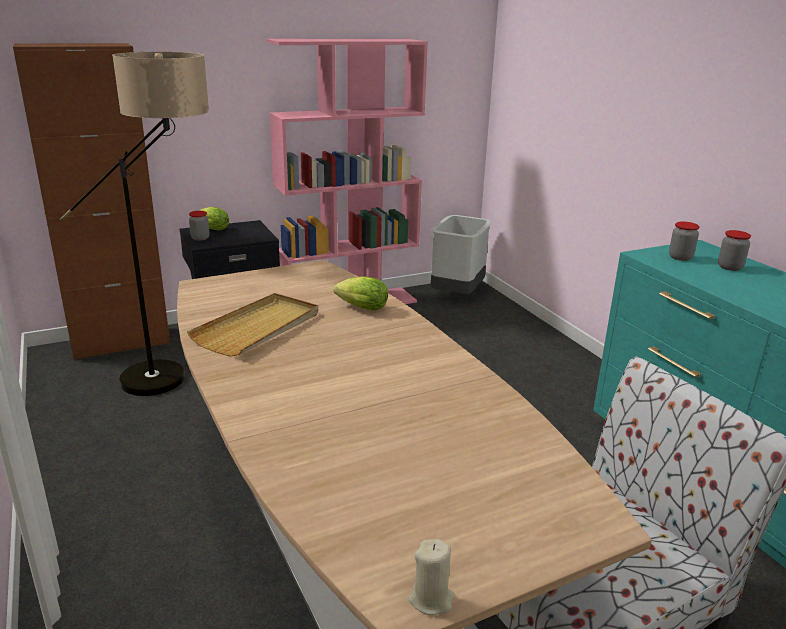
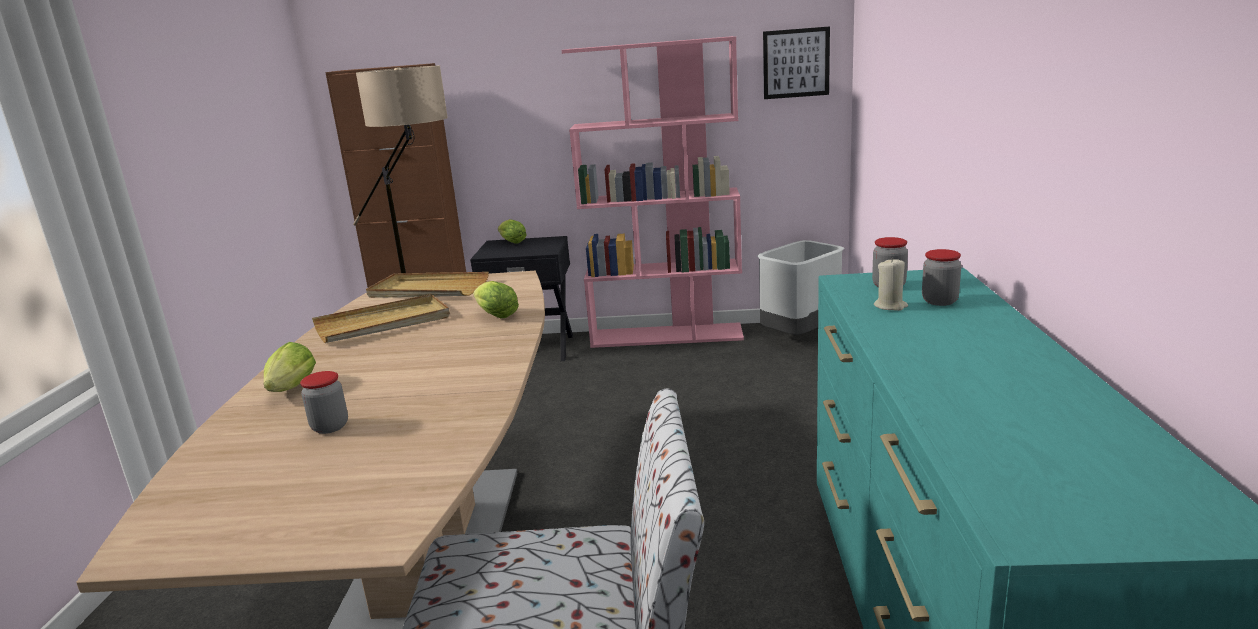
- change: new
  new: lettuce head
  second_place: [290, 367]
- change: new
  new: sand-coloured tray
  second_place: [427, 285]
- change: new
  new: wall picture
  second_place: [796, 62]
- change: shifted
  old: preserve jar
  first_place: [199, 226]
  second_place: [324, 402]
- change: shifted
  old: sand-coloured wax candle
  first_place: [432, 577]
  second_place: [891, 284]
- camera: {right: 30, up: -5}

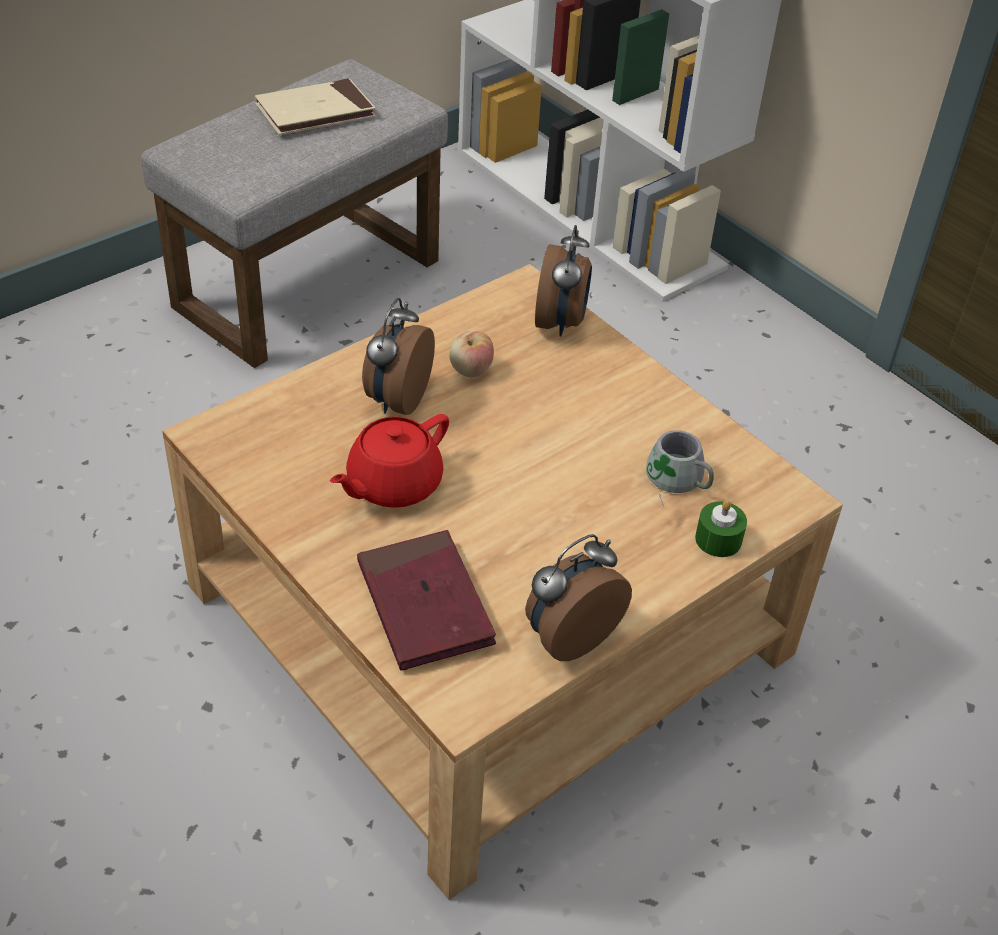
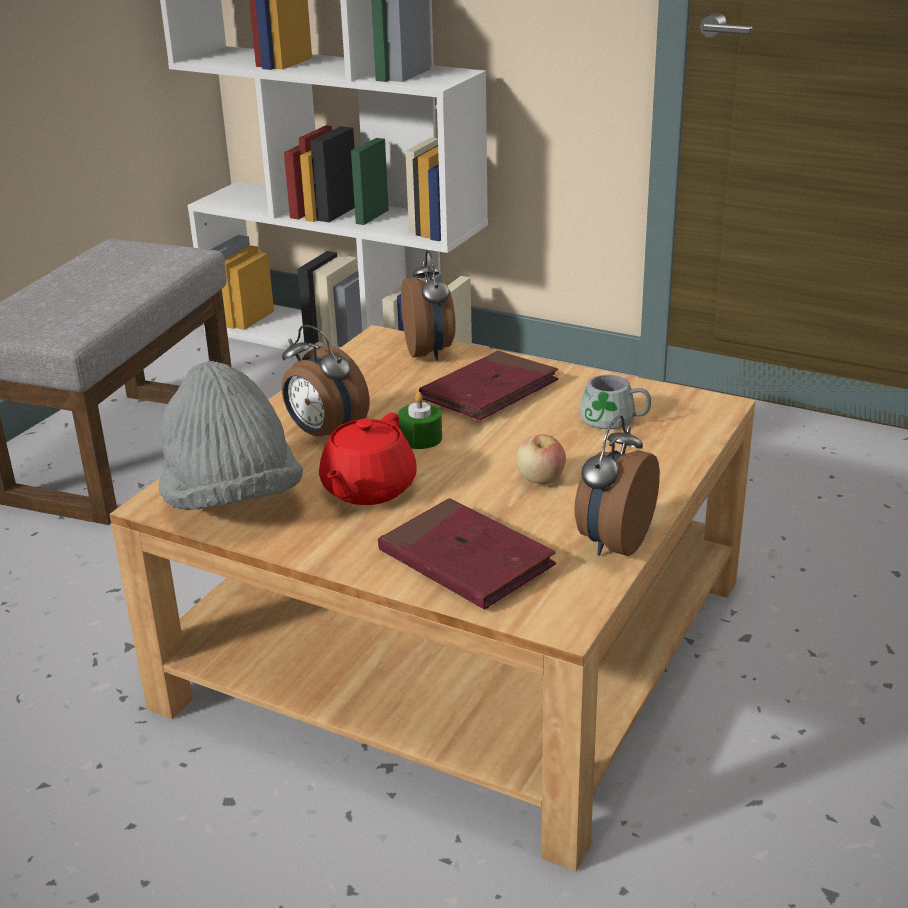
- change: gone
  old: sand-coloured volume
  first_place: [315, 106]
- change: new
  new: greyish wearable hat
  second_place: [230, 435]
- change: new
  new: red-coloured volume
  second_place: [488, 385]
- change: shifted
  old: apple
  first_place: [471, 354]
  second_place: [541, 459]
- change: shifted
  old: greenish wax candle
  first_place: [721, 528]
  second_place: [420, 420]
- change: rotated
  old: bedside clock
  first_place: [398, 356]
  second_place: [326, 380]
  degrees: -45
- camera: {right: -20, up: -15}

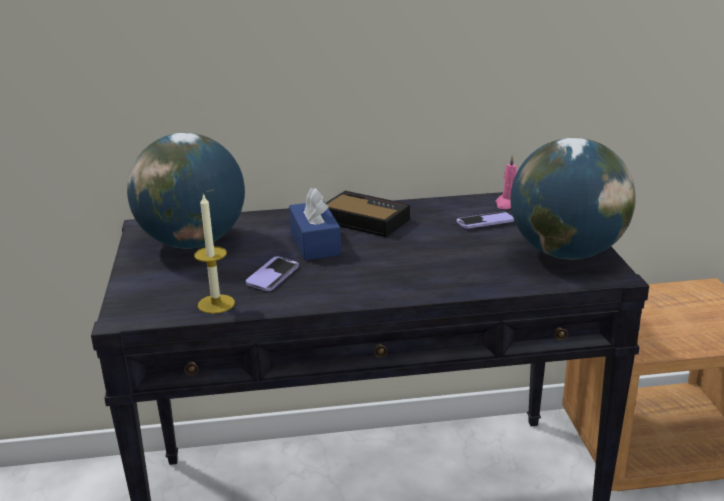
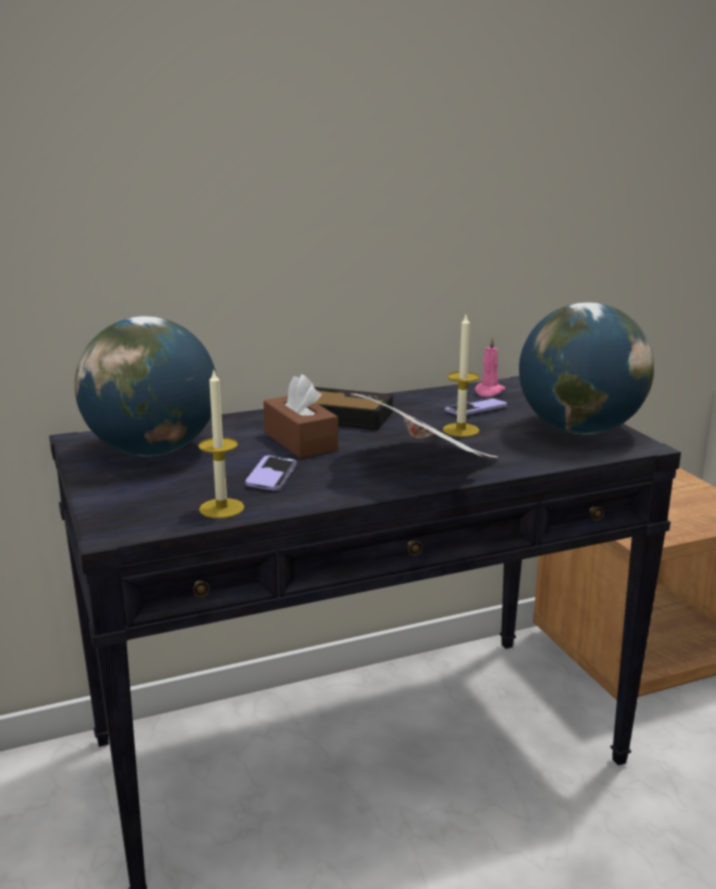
- change: new
  new: newspaper
  second_place: [424, 425]
- change: new
  new: wax candle
  second_place: [461, 376]
- change: repainted
  old: blue-coloured tissue box
  new: brown-coloured tissue box
  first_place: [315, 224]
  second_place: [300, 416]
- camera: {right: -15, up: -5}

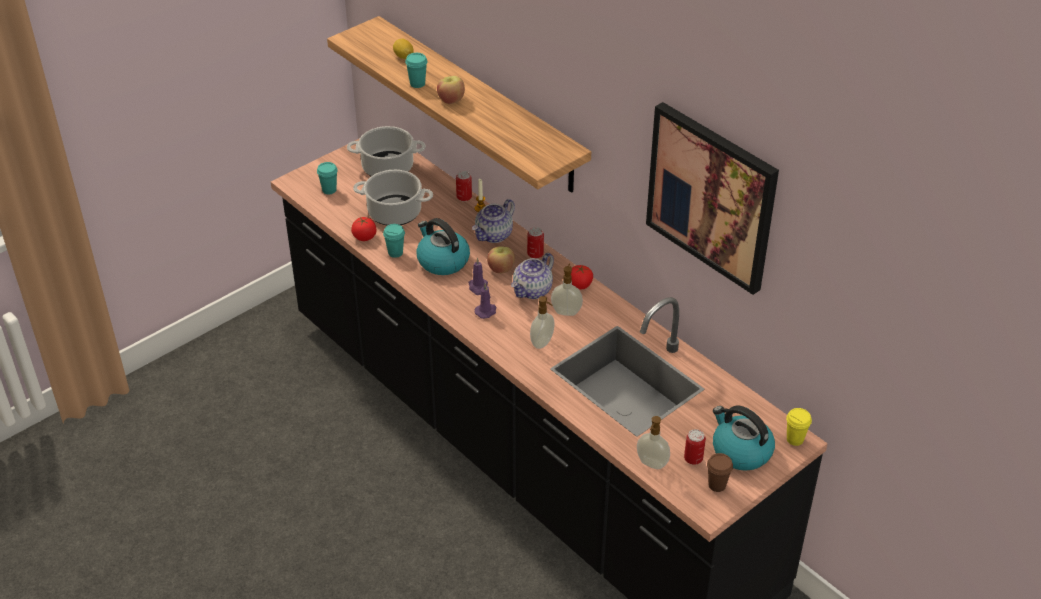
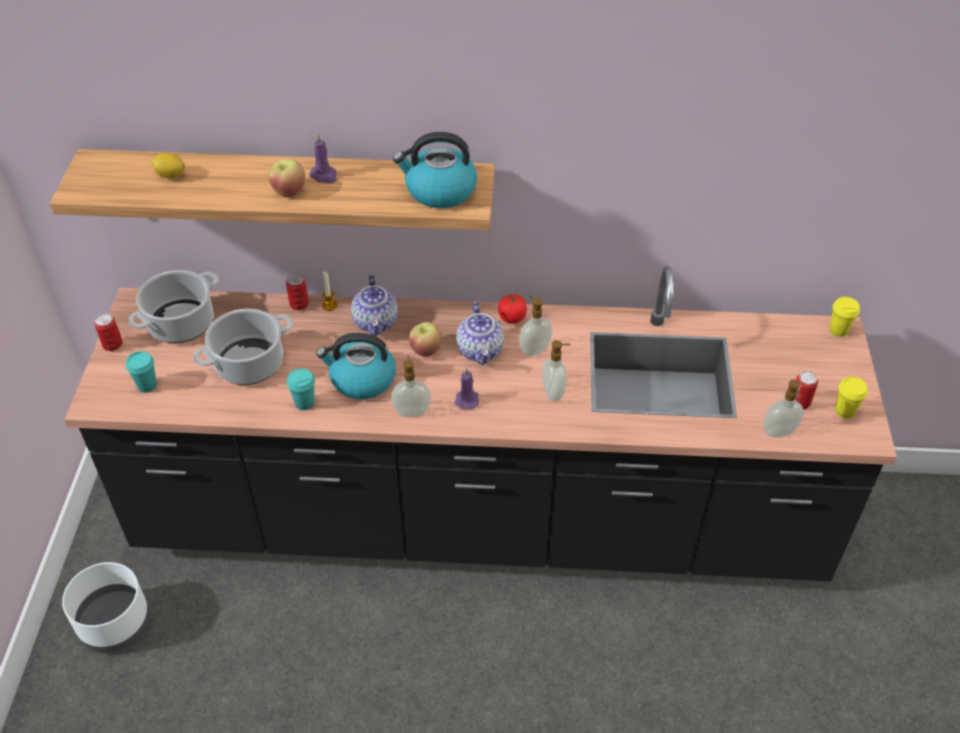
- change: gone
  old: whole tomato
  first_place: [364, 229]
- change: gone
  old: turquoise-coloured cup
  first_place: [416, 70]
- change: gone
  old: wall picture
  first_place: [712, 198]
- change: new
  new: white flower pot
  second_place: [106, 607]
- change: new
  new: soap dispenser
  second_place: [411, 386]
- change: shifted
  old: purplish wax candle
  first_place: [478, 276]
  second_place: [323, 158]
- change: shifted
  old: sealed can
  first_place: [535, 243]
  second_place: [109, 332]
- change: shifted
  old: tea kettle
  first_place: [744, 438]
  second_place: [435, 170]
- change: repainted
  old: brown-coloured cup
  new: yellow-coloured cup
  first_place: [720, 472]
  second_place: [851, 398]
- camera: {right: -45, up: 5}

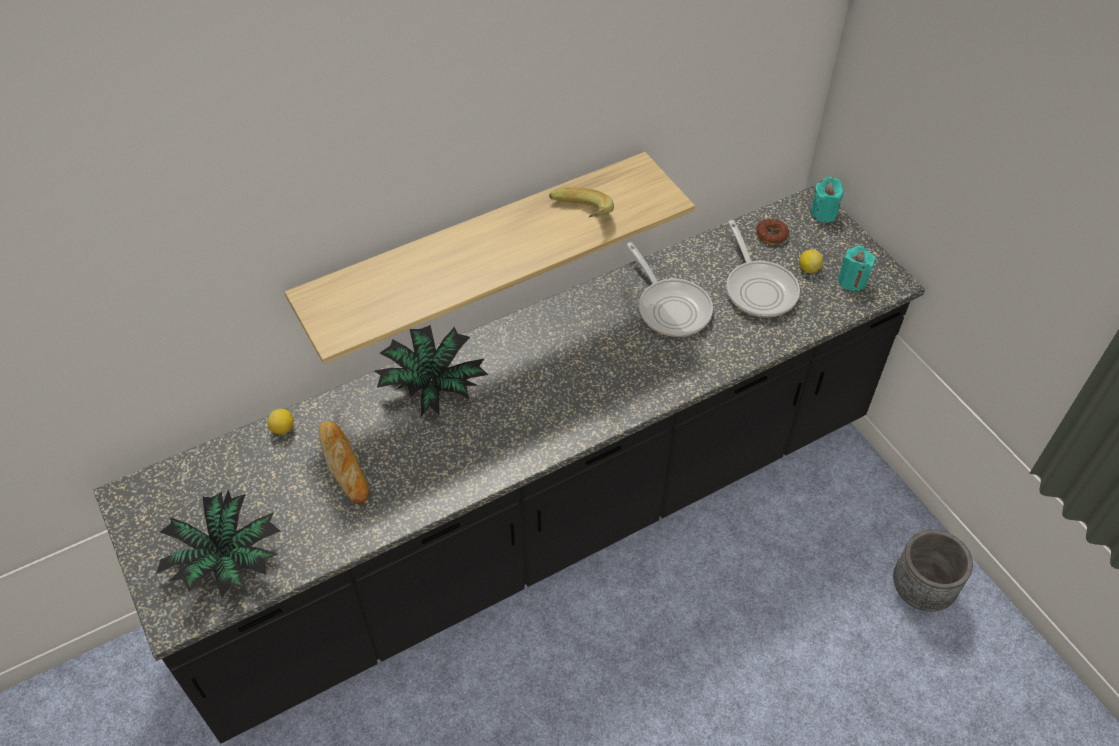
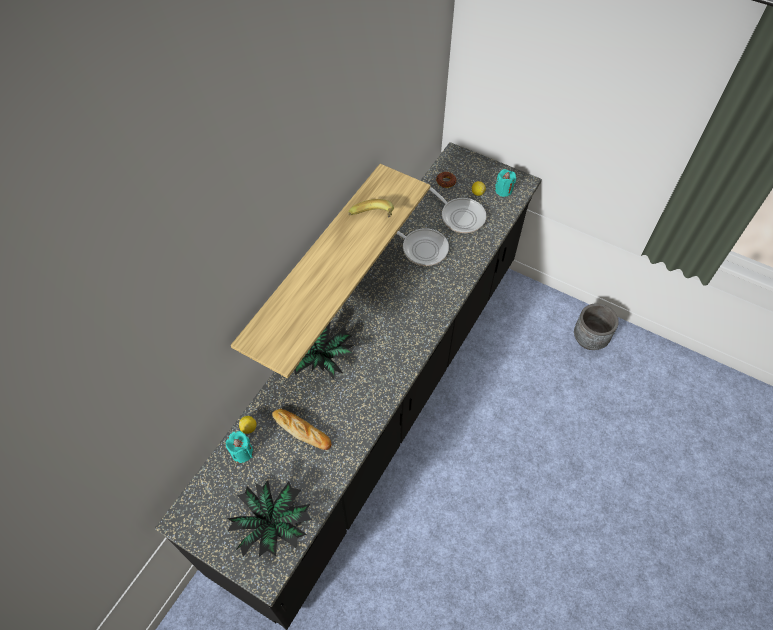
- change: shifted
  old: turquoise-coloured wax candle
  first_place: [827, 200]
  second_place: [239, 447]
- camera: {right: -30, up: 5}

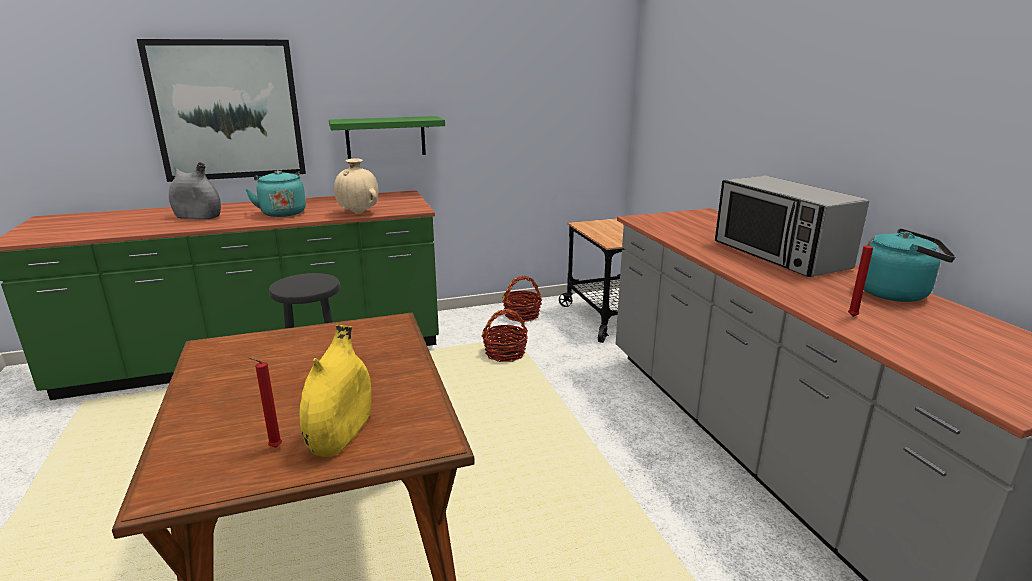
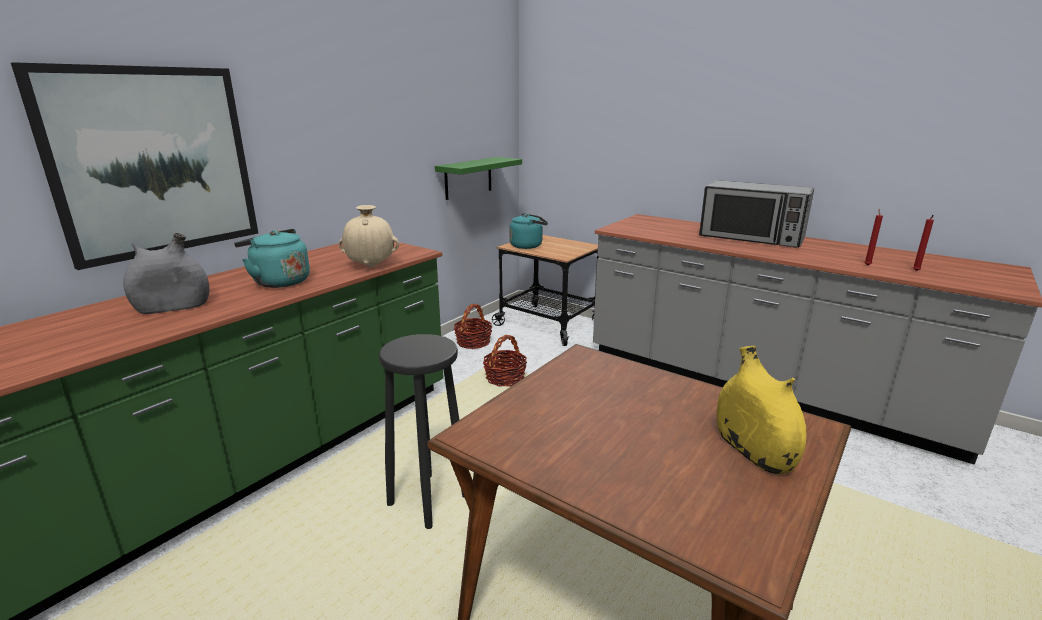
- change: shifted
  old: red-coloured wax candle
  first_place: [264, 402]
  second_place: [923, 243]
- change: shifted
  old: greenish bracket shelf
  first_place: [387, 137]
  second_place: [478, 178]
- change: shifted
  old: turquoise-coloured tea kettle
  first_place: [910, 265]
  second_place: [528, 231]
- camera: {right: -35, up: 0}

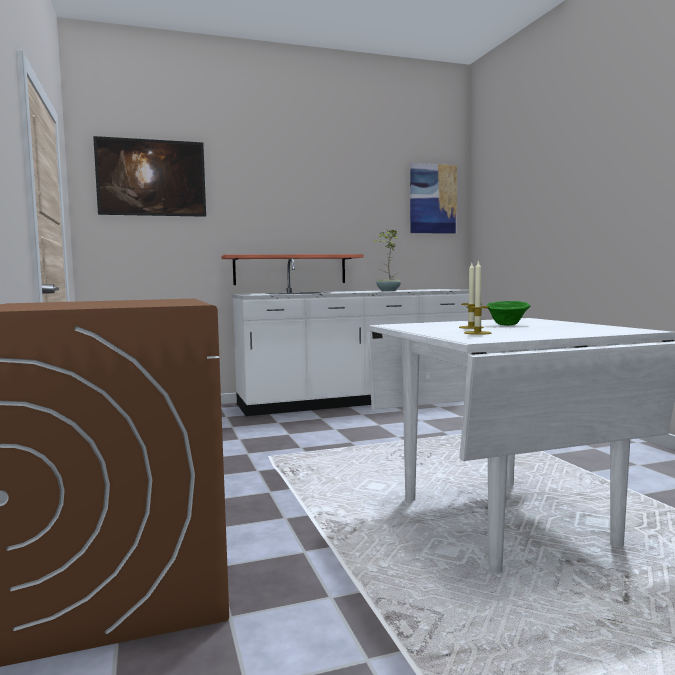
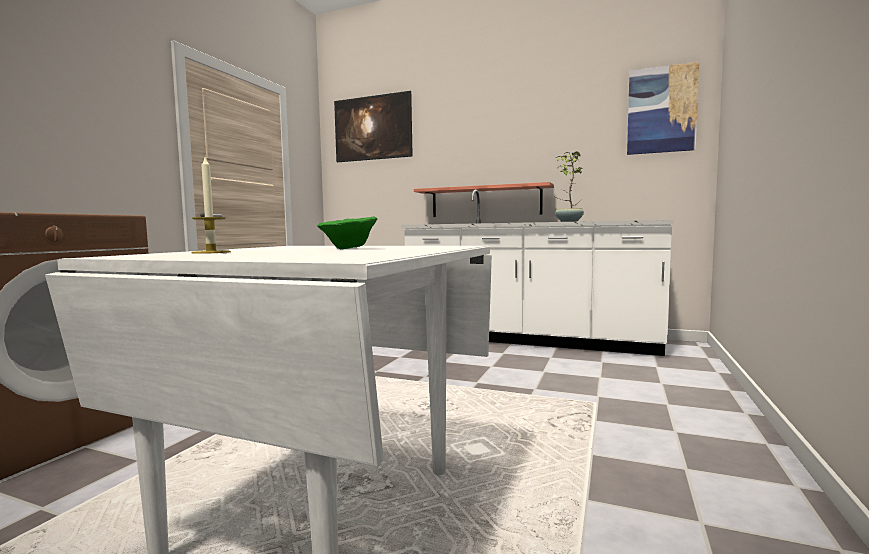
- change: gone
  old: wax candle
  first_place: [471, 296]
- camera: {right: 40, up: 0}

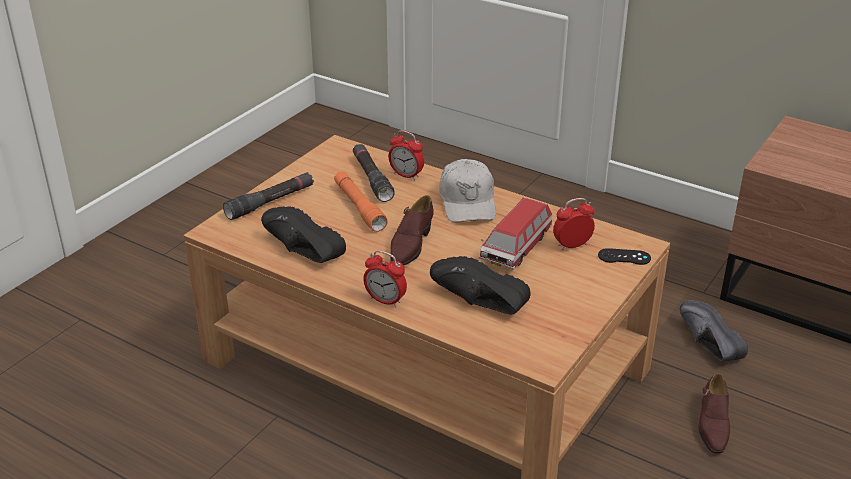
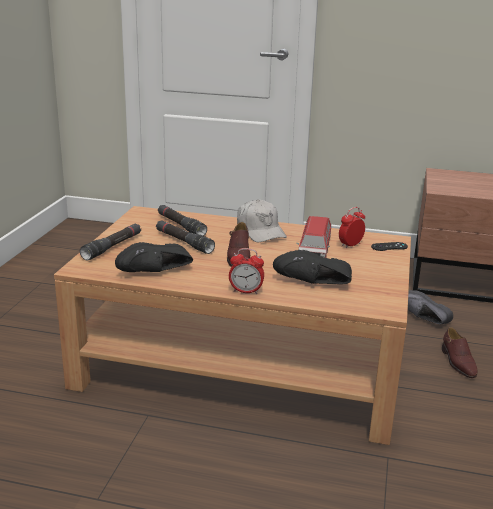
- change: gone
  old: bedside clock
  first_place: [406, 155]
- change: repainted
  old: orange torch
  new: black torch
  first_place: [361, 201]
  second_place: [185, 237]
- change: rotated
  old: black shoe
  first_place: [303, 234]
  second_place: [154, 257]
  degrees: -45
- camera: {right: -20, up: -10}

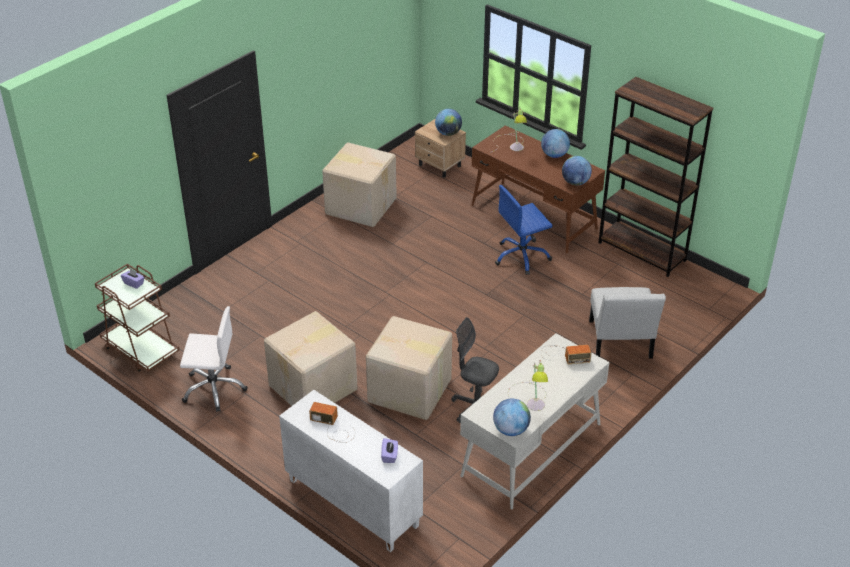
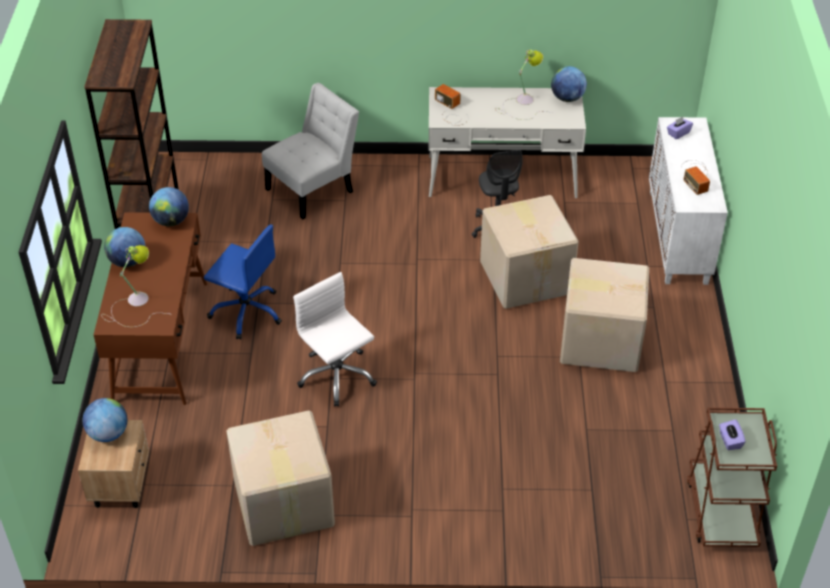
- change: shifted
  old: white computer chair
  first_place: [214, 359]
  second_place: [335, 339]
- camera: {right: -130, up: 5}

